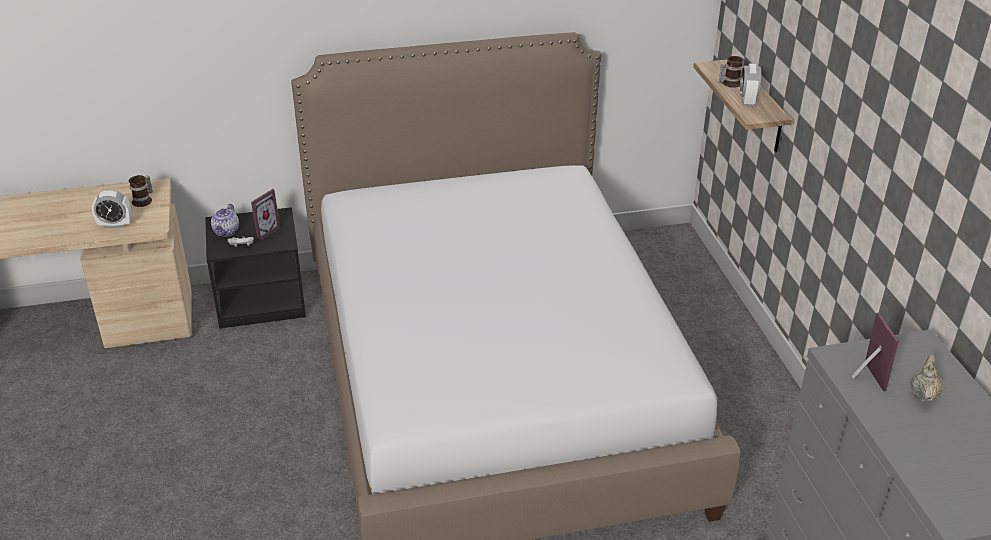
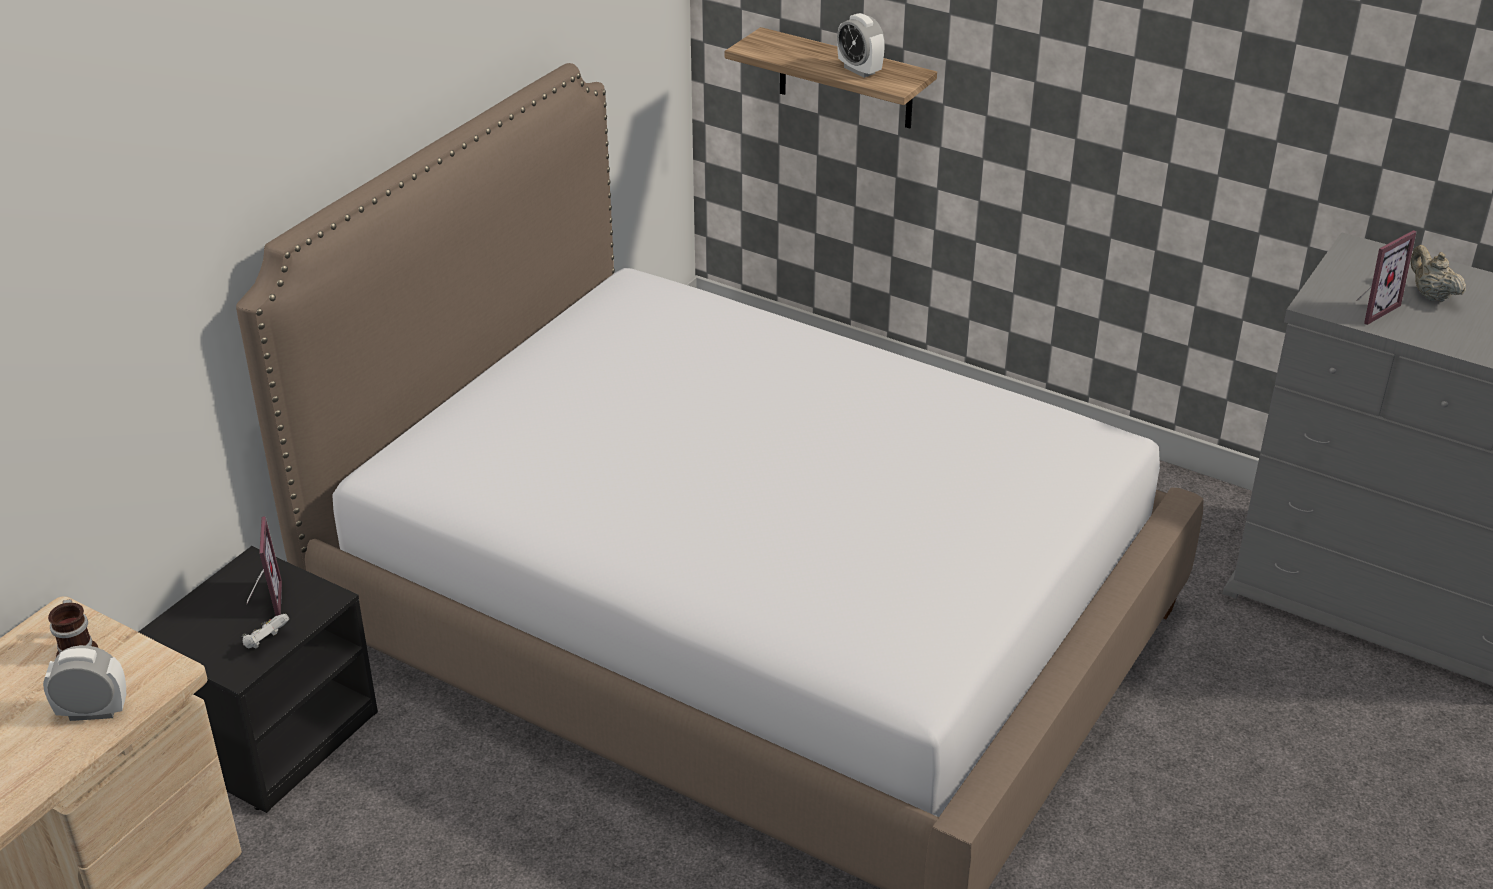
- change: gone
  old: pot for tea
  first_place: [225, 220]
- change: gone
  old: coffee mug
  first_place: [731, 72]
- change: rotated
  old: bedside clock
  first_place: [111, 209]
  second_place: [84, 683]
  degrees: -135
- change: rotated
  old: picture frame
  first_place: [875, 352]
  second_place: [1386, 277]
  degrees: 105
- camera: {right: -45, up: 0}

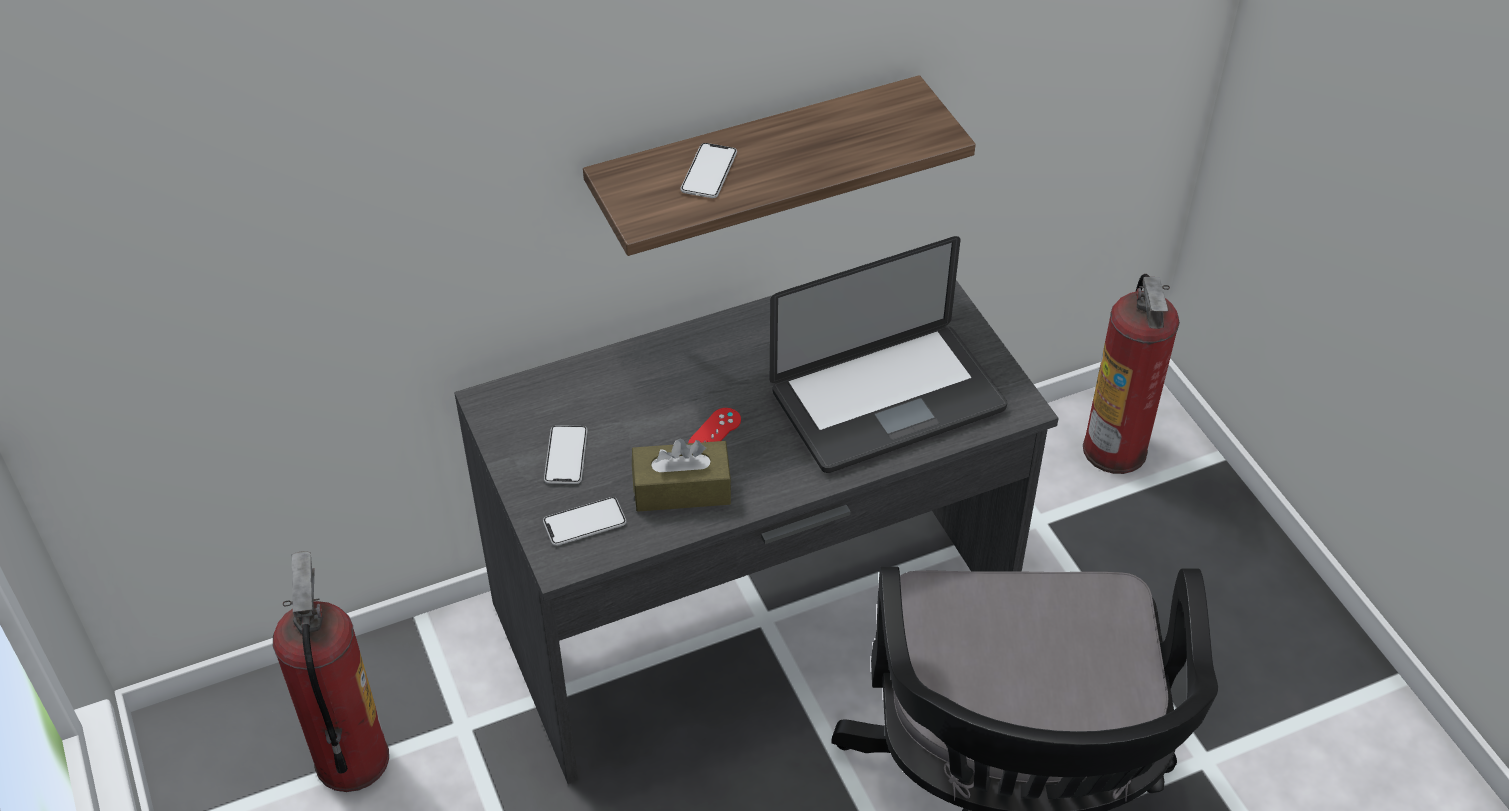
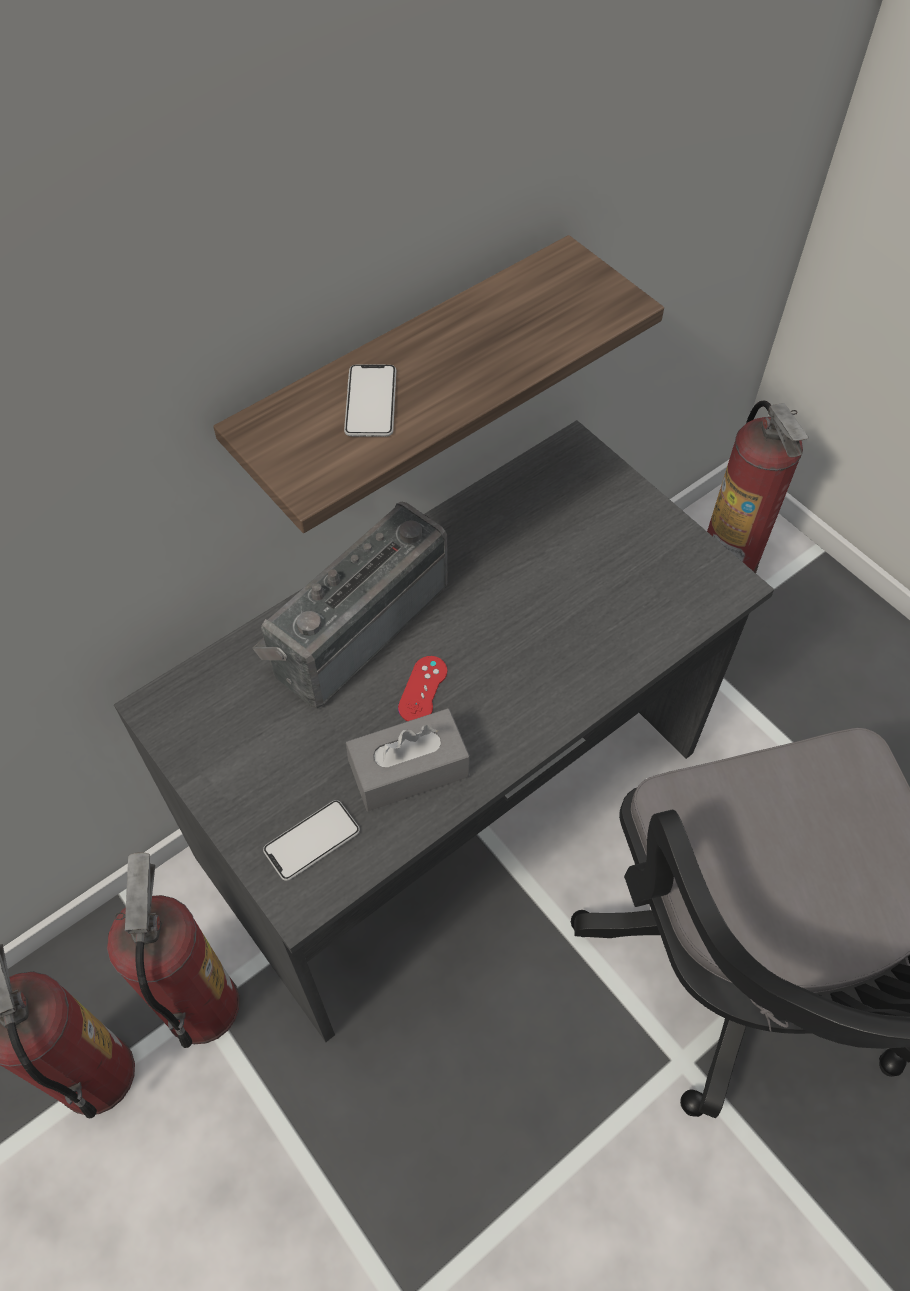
- change: gone
  old: phone
  first_place: [566, 454]
- change: gone
  old: notebook computer
  first_place: [888, 354]
- change: new
  new: extinguisher
  second_place: [173, 950]
- change: new
  new: radio receiver
  second_place: [350, 605]
- change: repainted
  old: brown-coloured tissue box
  new: greyish tissue box
  first_place: [681, 475]
  second_place: [408, 760]
- camera: {right: -15, up: 10}

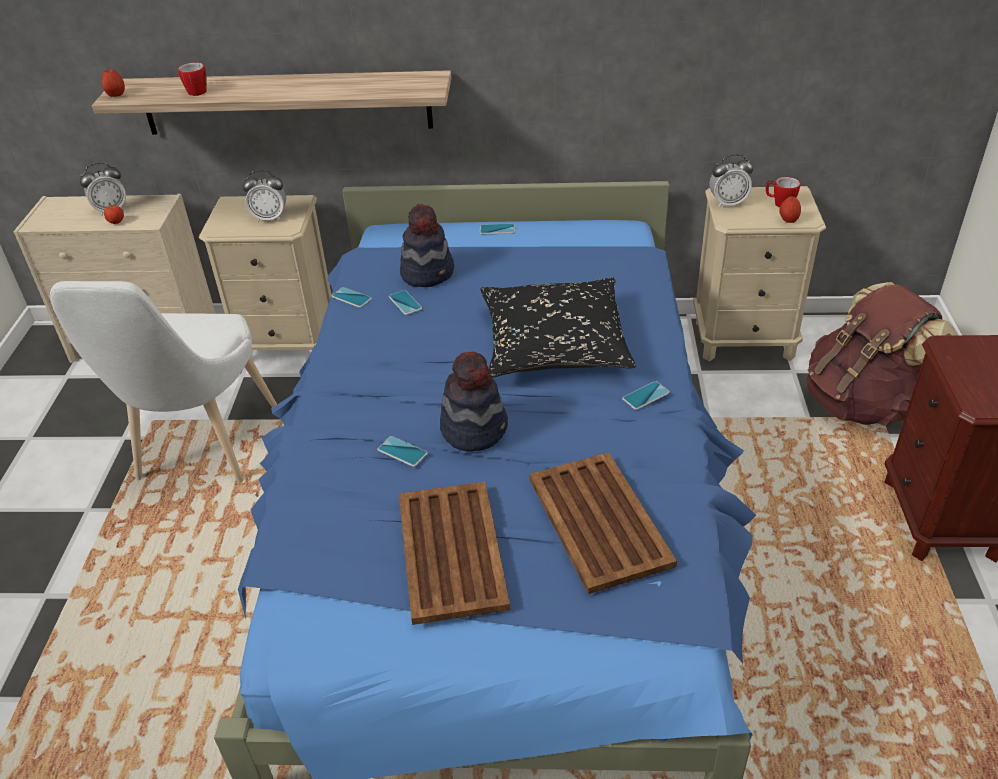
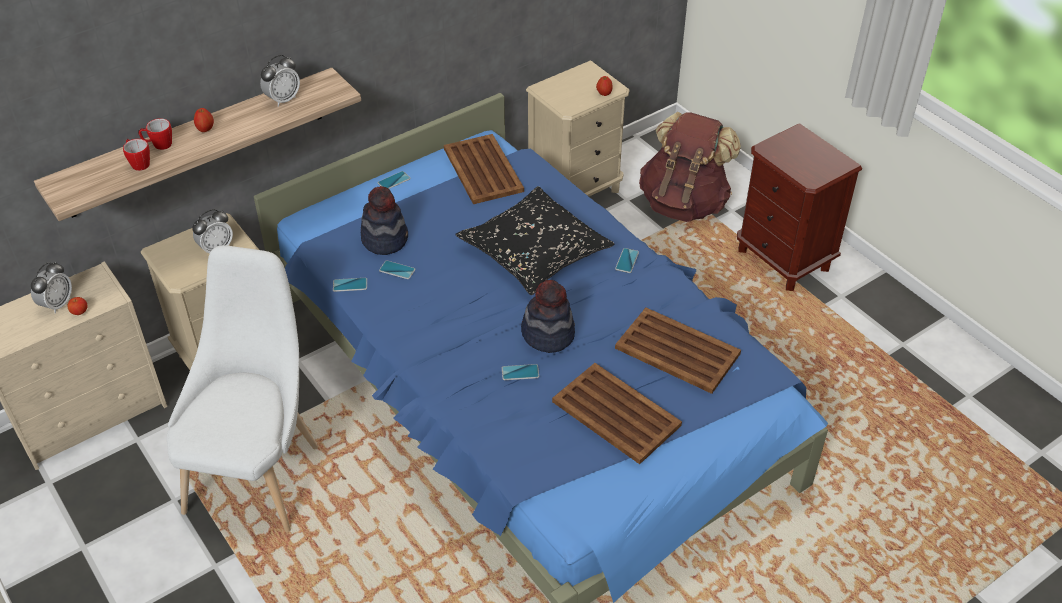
- change: new
  new: brown-coloured tray
  second_place: [484, 169]
- change: shifted
  old: apple
  first_place: [113, 83]
  second_place: [204, 120]
- change: shifted
  old: bedside clock
  first_place: [731, 181]
  second_place: [280, 81]
- change: shifted
  old: coffee mug
  first_place: [783, 192]
  second_place: [155, 134]
- change: rotated
  old: white plain chair
  first_place: [163, 382]
  second_place: [242, 388]
  degrees: -135
- camera: {right: -40, up: 5}

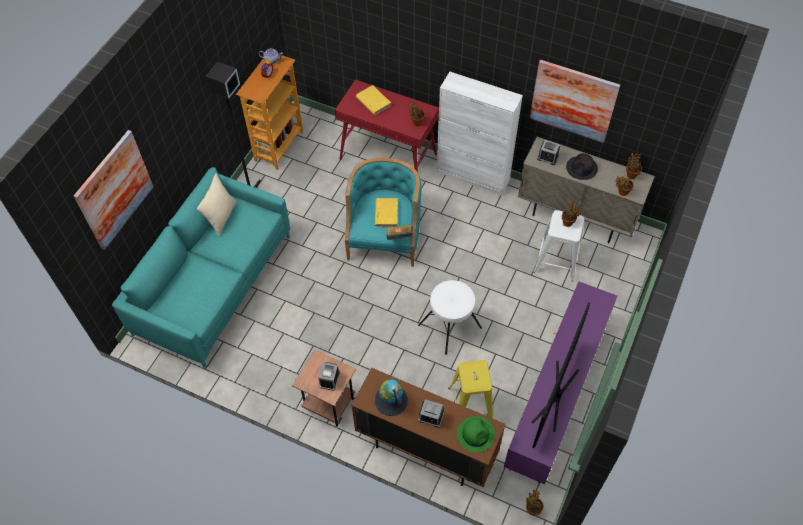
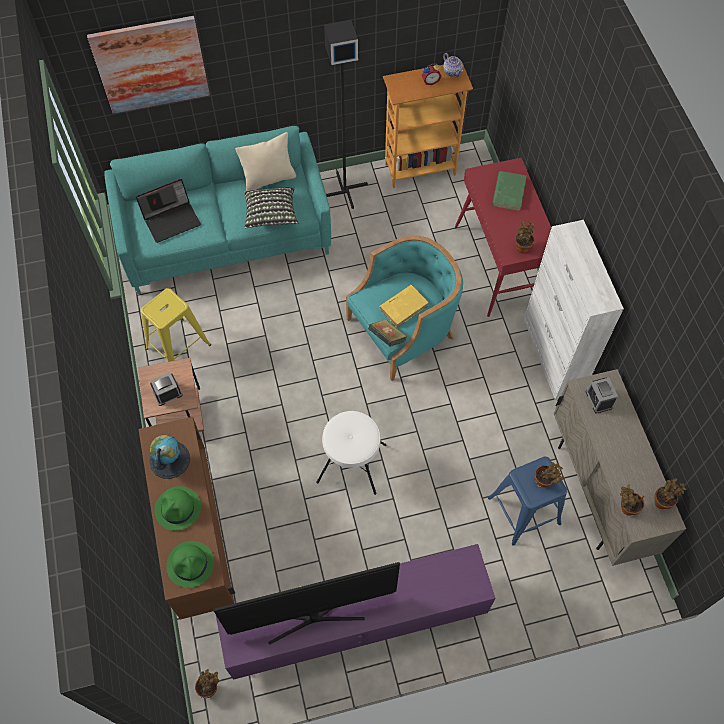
- change: gone
  old: wall picture
  first_place: [575, 101]
- change: gone
  old: black wearable hat
  first_place: [582, 166]
- change: new
  new: notebook computer
  second_place: [168, 211]
- change: new
  new: throw pillow
  second_place: [271, 207]
- change: shifted
  old: yellow-coloured stool seat
  first_place: [470, 389]
  second_place: [176, 325]
- change: swapped
  old: bedside clock
  new: greenish wearable hat
  first_place: [431, 413]
  second_place: [177, 508]
- change: repainted
  old: yellow-coloured volume
  new: greenish volume
  first_place: [373, 100]
  second_place: [509, 191]
- change: repainted
  old: white stool seat
  new: blue-coloured stool seat
  first_place: [558, 245]
  second_place: [527, 501]
- camera: {right: 50, up: 5}

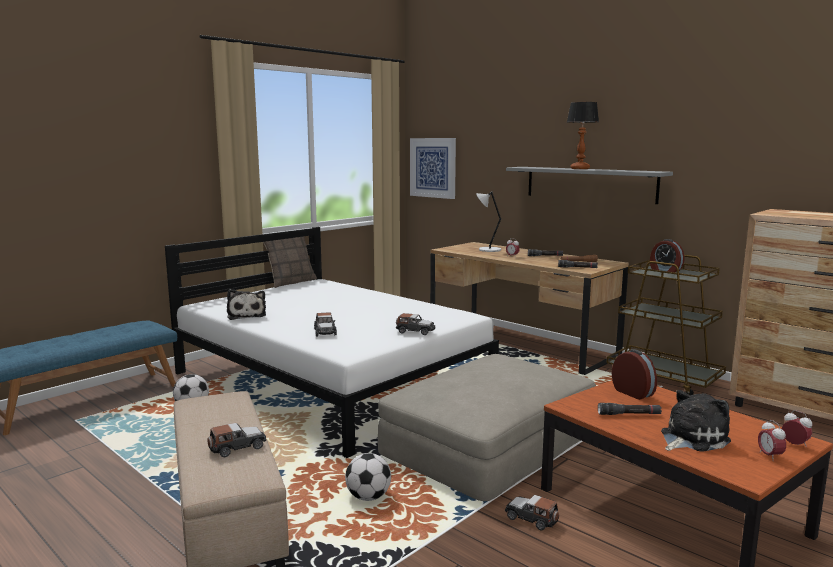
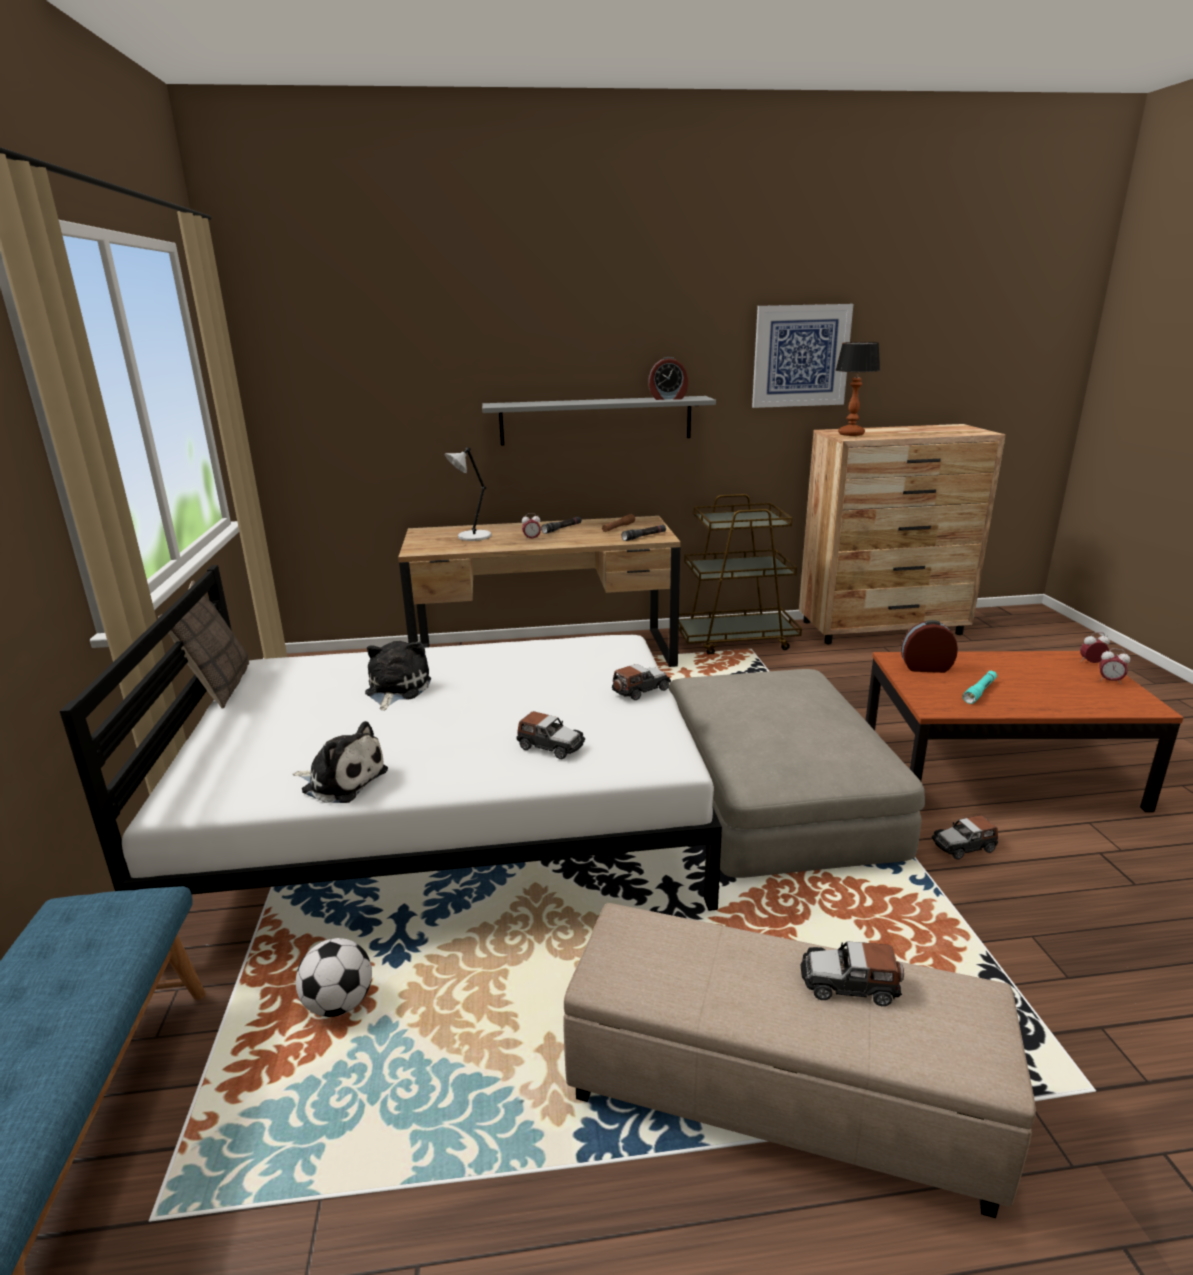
- change: gone
  old: football ball
  first_place: [368, 477]
- change: shifted
  old: wall picture
  first_place: [433, 168]
  second_place: [802, 356]
- change: shifted
  old: lamp for a table
  first_place: [583, 135]
  second_place: [857, 389]
- change: shifted
  old: bedside clock
  first_place: [667, 255]
  second_place: [668, 378]
- change: shifted
  old: plush toy
  first_place: [696, 421]
  second_place: [398, 675]
- change: repainted
  old: black torch
  new: turquoise-coloured torch
  first_place: [630, 409]
  second_place: [980, 687]
- change: rotated
  old: model car
  first_place: [236, 440]
  second_place: [852, 973]
  degrees: -90
- camera: {right: -50, up: 10}

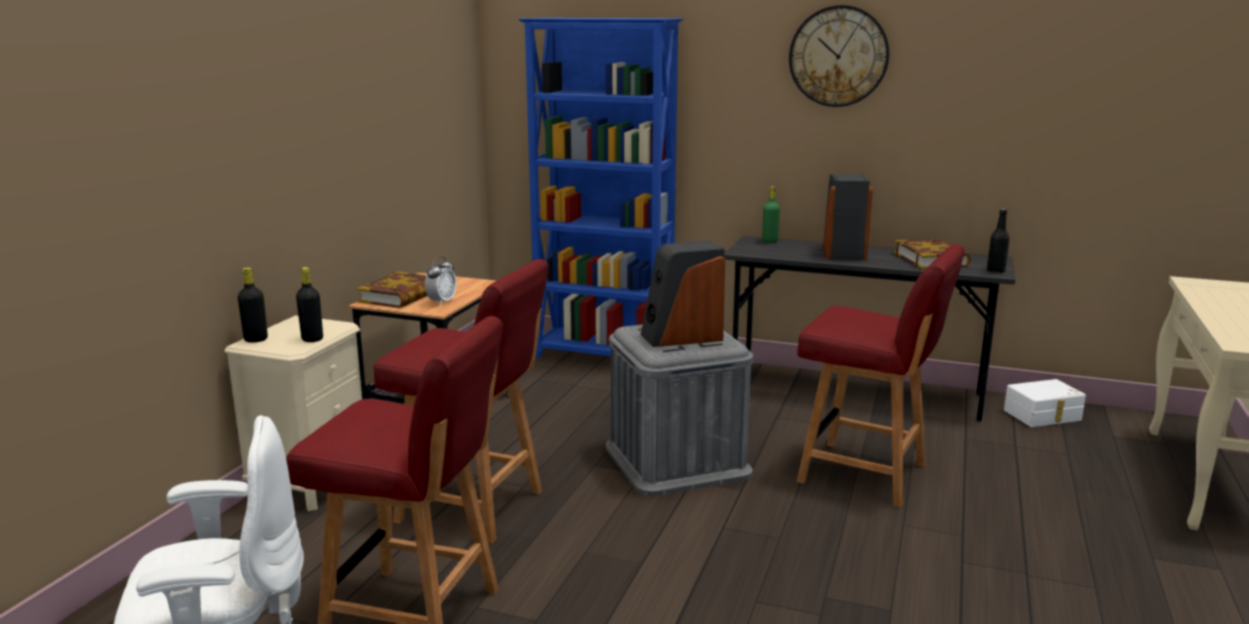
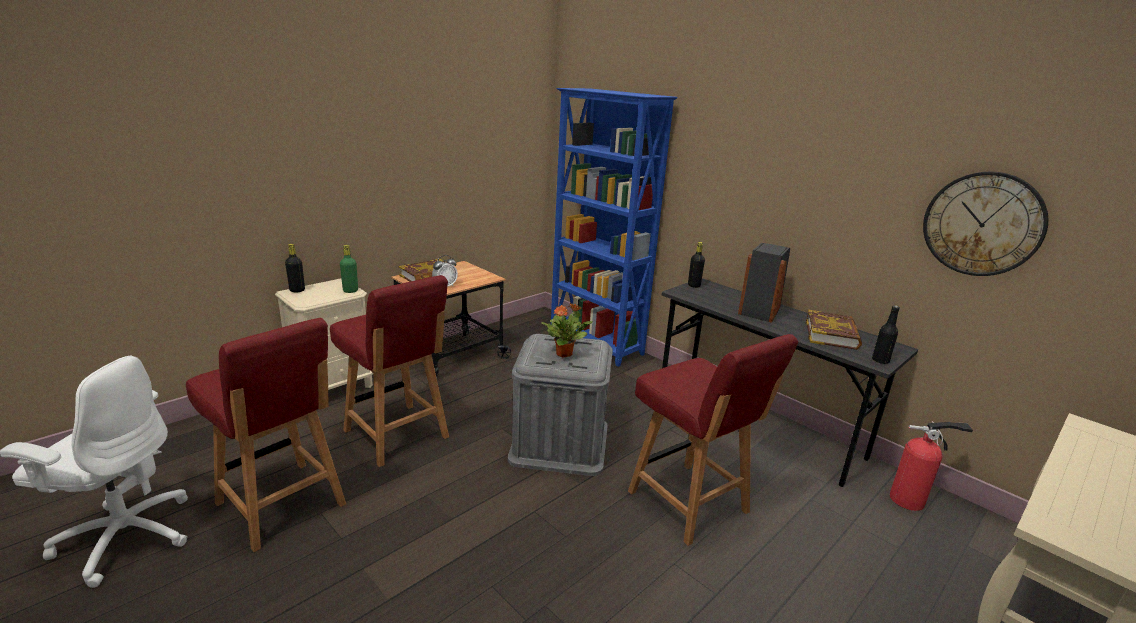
- change: shifted
  old: black bottle
  first_place: [309, 304]
  second_place: [696, 265]
- change: shifted
  old: greenish bottle
  first_place: [771, 214]
  second_place: [349, 269]
- change: shifted
  old: hanging clock
  first_place: [839, 56]
  second_place: [986, 224]
- change: swapped
  old: audio speaker
  new: potted plant
  first_place: [683, 293]
  second_place: [567, 330]
- change: swapped
  old: white storage bin
  new: extinguisher
  first_place: [1045, 403]
  second_place: [931, 466]
- camera: {right: 25, up: 5}

